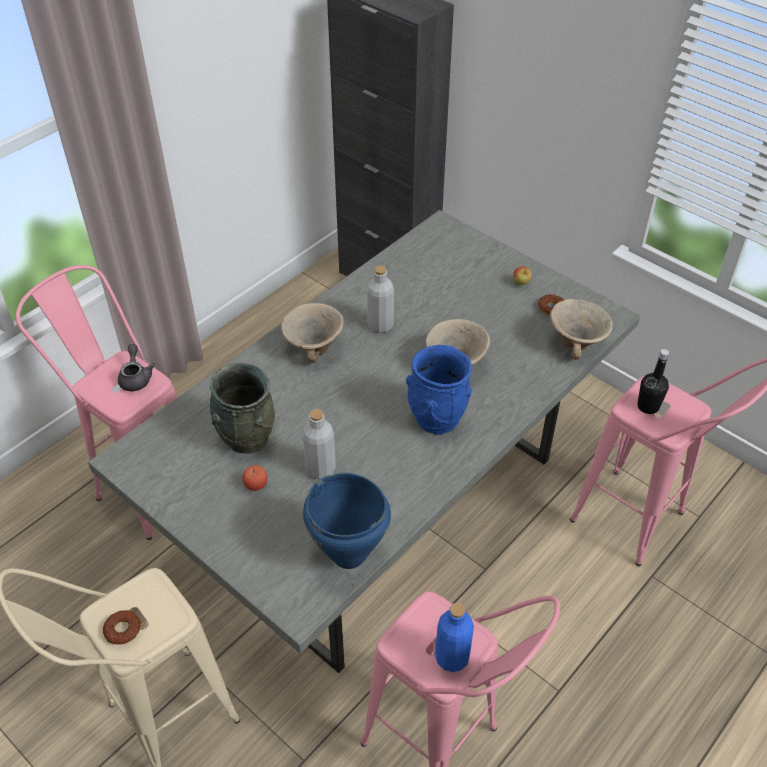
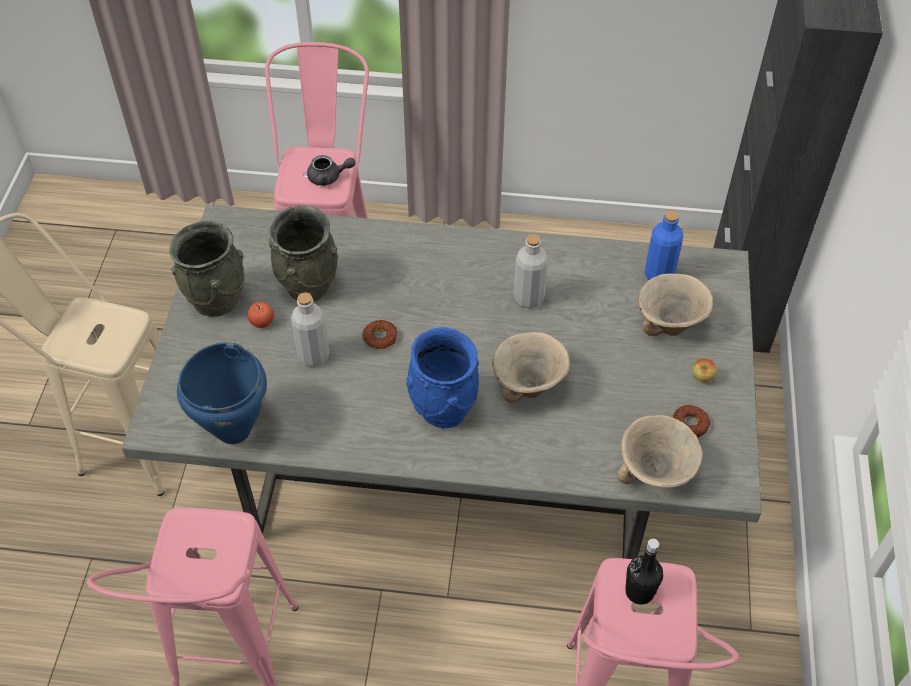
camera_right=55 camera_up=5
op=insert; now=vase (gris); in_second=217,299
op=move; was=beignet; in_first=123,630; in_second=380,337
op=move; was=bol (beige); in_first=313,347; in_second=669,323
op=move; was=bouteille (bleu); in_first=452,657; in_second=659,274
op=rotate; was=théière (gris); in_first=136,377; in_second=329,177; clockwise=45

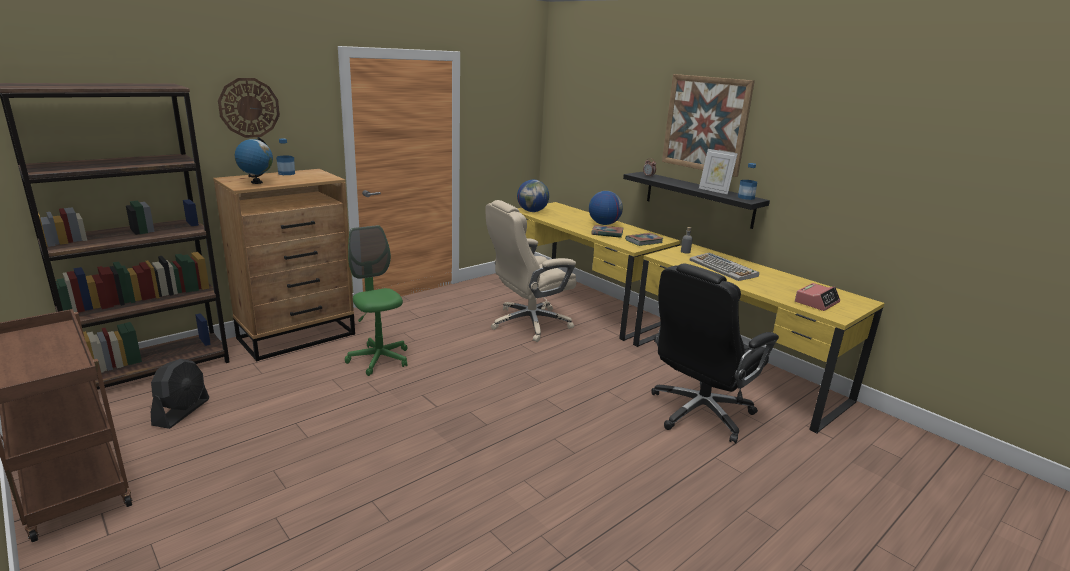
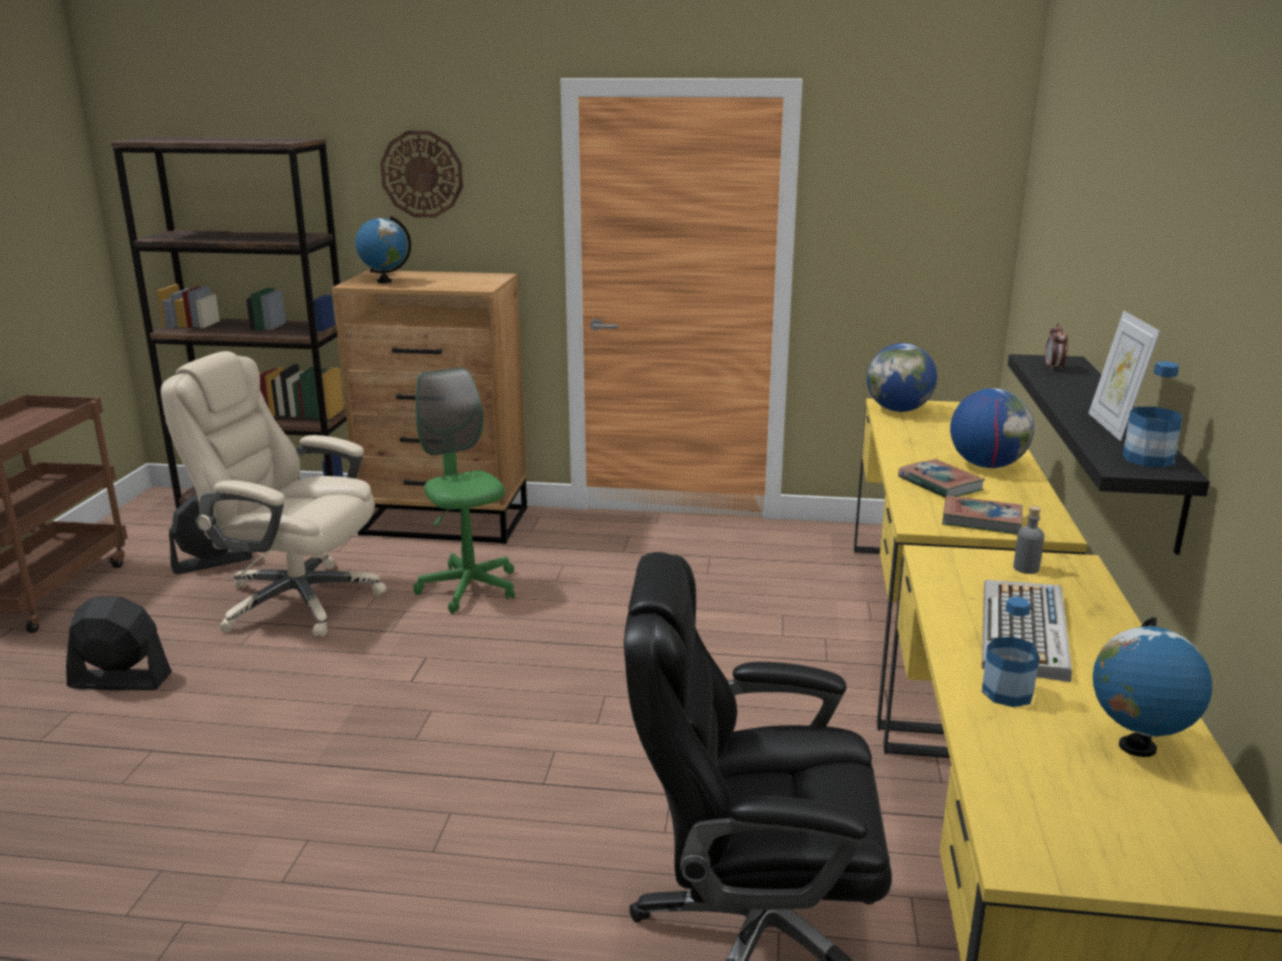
camera_right=50 camera_up=0
op=delete; was=tableau; in_first=705,124
op=delete; was=réveil; in_first=816,302
op=insert; now=ventilateur (noir); in_second=120,680
op=insert; now=globe; in_second=1136,747
op=move; was=bouteille; in_first=286,173; in_second=1007,693
op=move; was=chaise de bureau (beige); in_first=528,323; in_second=295,600
op=rotate; was=chaise de bureau (vert); in_first=379,359; in_second=469,588; clockwise=-45

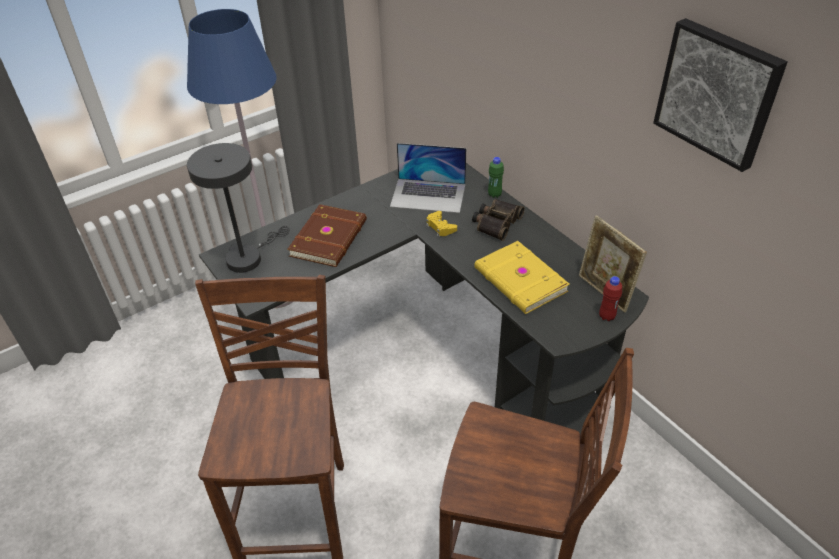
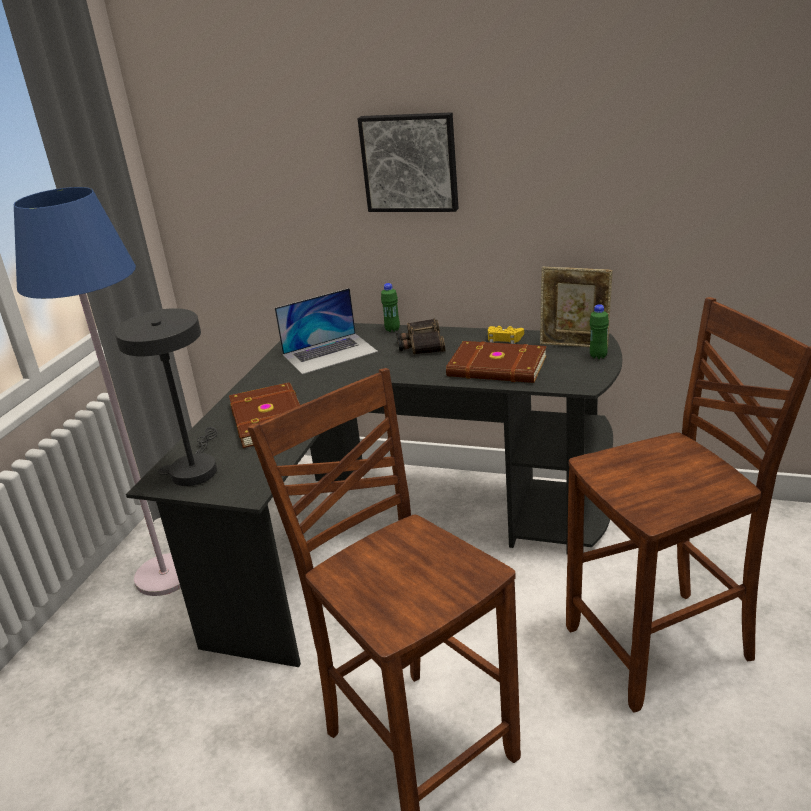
camera_right=-35 camera_up=-15
op=move; was=manette (jaune); in_first=440,227; in_second=504,338
op=move; was=tableau; in_first=718,93; in_second=410,162
op=recolor; was=livre (jaune); now=livre (marron); in_first=519,281; in_second=497,367
op=recolor; was=bouteille (rouge); now=bouteille (vert); in_first=606,316; in_second=598,356

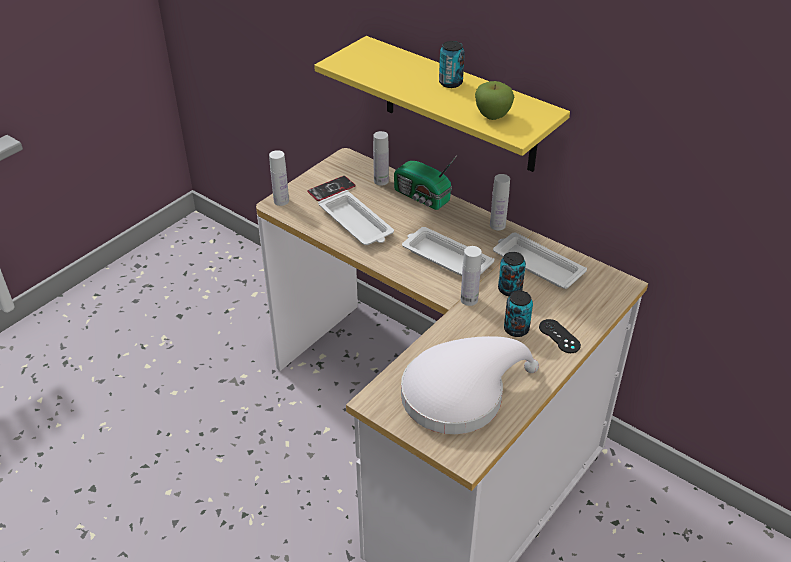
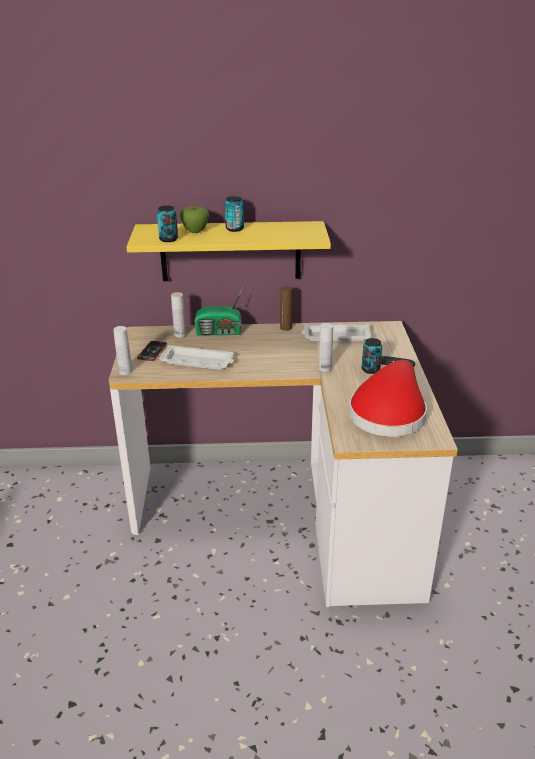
camera_right=-40 camera_up=-10
op=delete; was=plateau (blanc); in_first=445,258
op=move; was=pomme; in_first=492,116; in_second=195,231
op=move; was=boîte métallique; in_first=510,289; in_second=168,239
op=recolor; was=chapeau (blanc); now=chapeau (rouge); in_first=460,394; in_second=388,413
op=recolor; was=bouteille (blanc); now=bouteille (marron); in_first=497,225; in_second=286,327

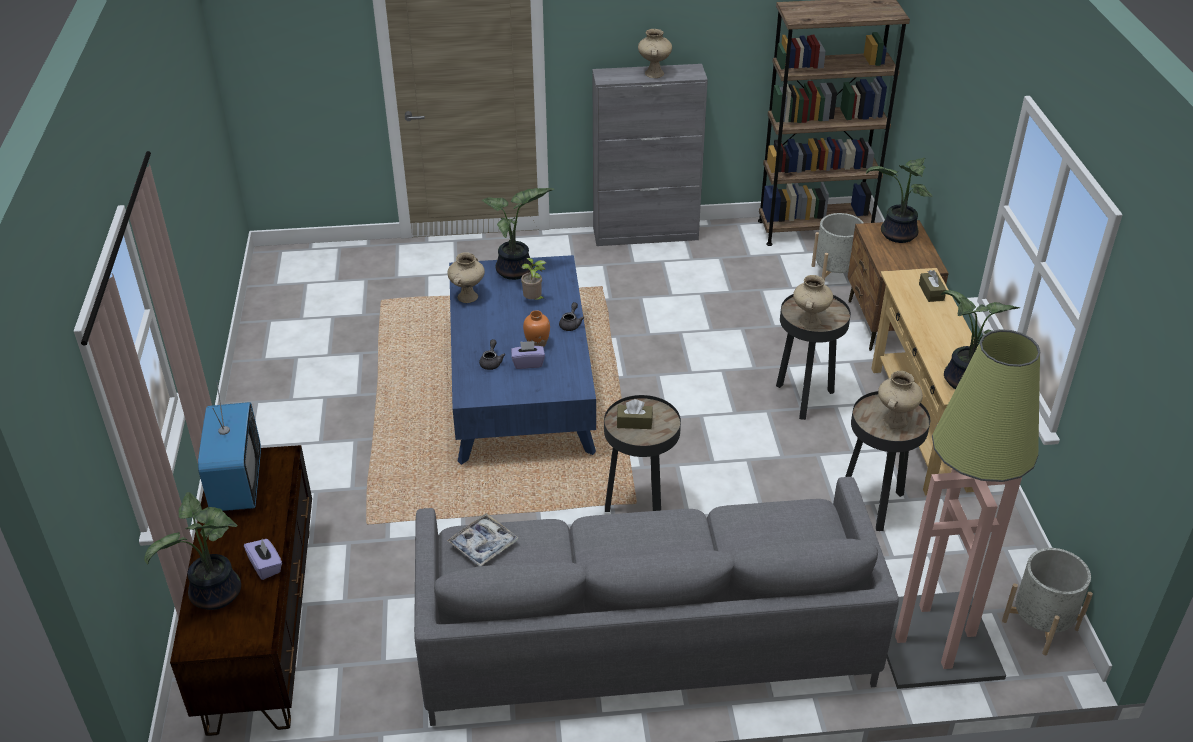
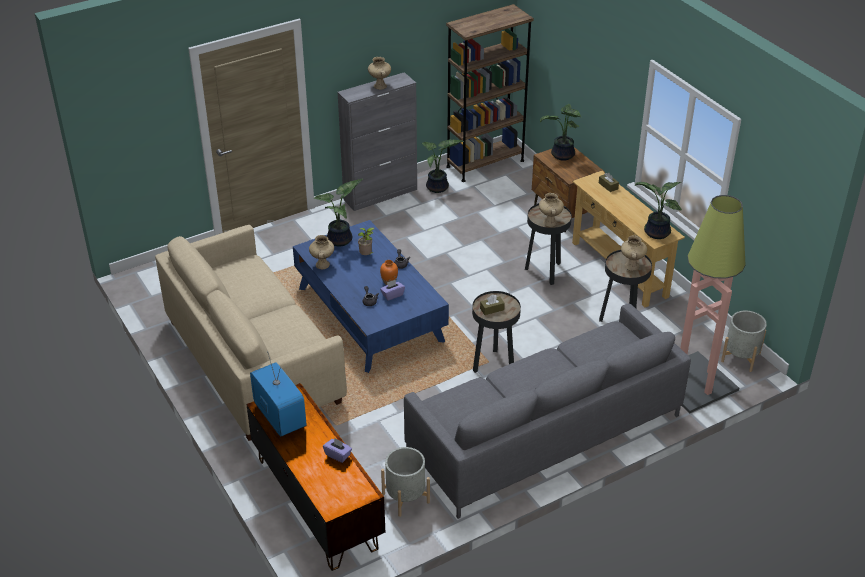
camera_right=-25 camera_up=0
op=delete; was=plateau; in_first=483,545
op=insert; now=canapé (beige); in_second=253,361
op=move; was=plante en pot; in_first=216,596; in_second=438,188
op=move; was=cache-pot (gris); in_first=835,275; in_second=405,498

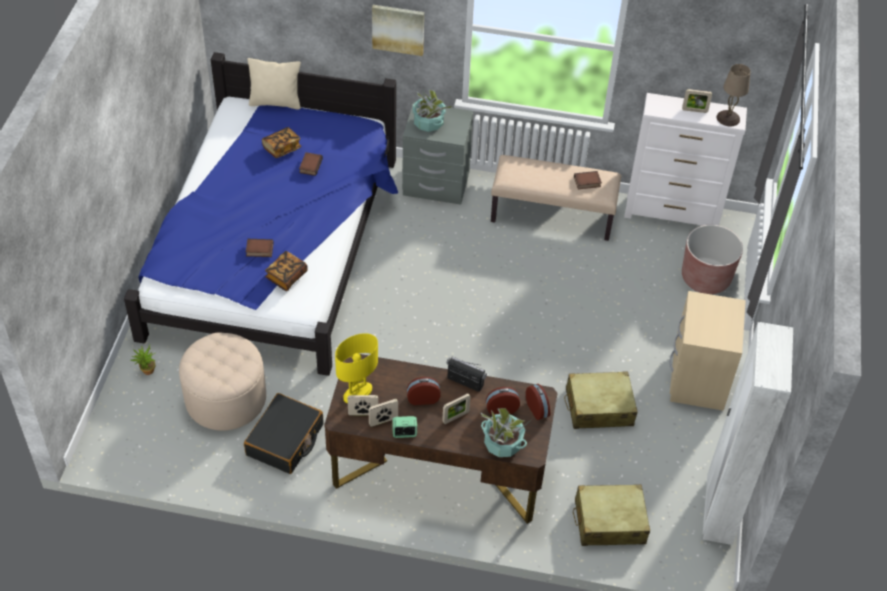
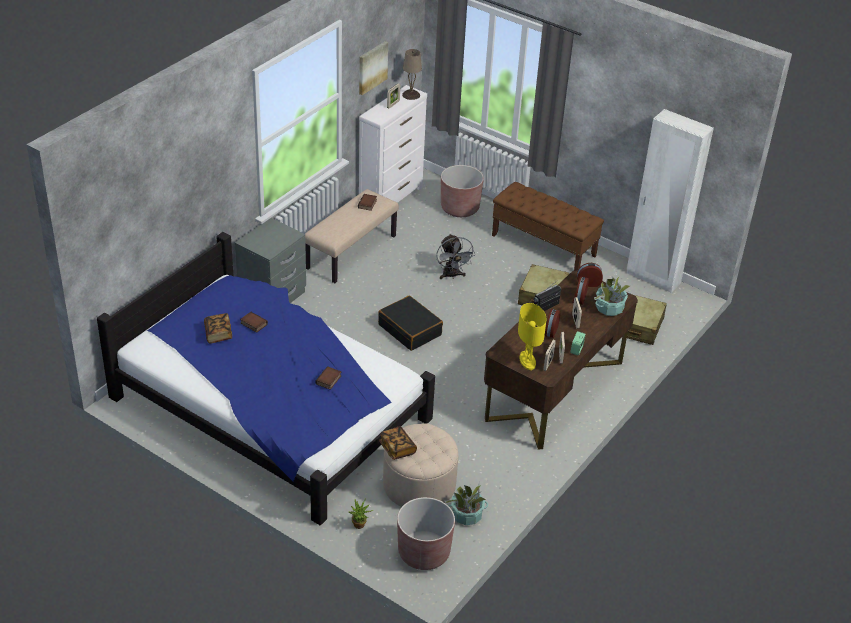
camera_right=-65 camera_up=-10
op=delete; was=coussin (beige); in_first=275,102
op=insert; now=cache-pot (marron); in_second=424,552
op=insert; now=ventilateur (gris); in_second=452,275
op=move; was=valise (noir); in_first=285,440; in_second=410,330
op=move; was=livre; in_first=286,277; in_second=397,449
op=move; was=tableau; in_first=398,29; in_second=372,67
op=move; was=plante en pot; in_first=428,123; in_second=467,515
op=replace; was=table de chevet (beige); now=banc (marron); in_first=697,379; in_second=544,246

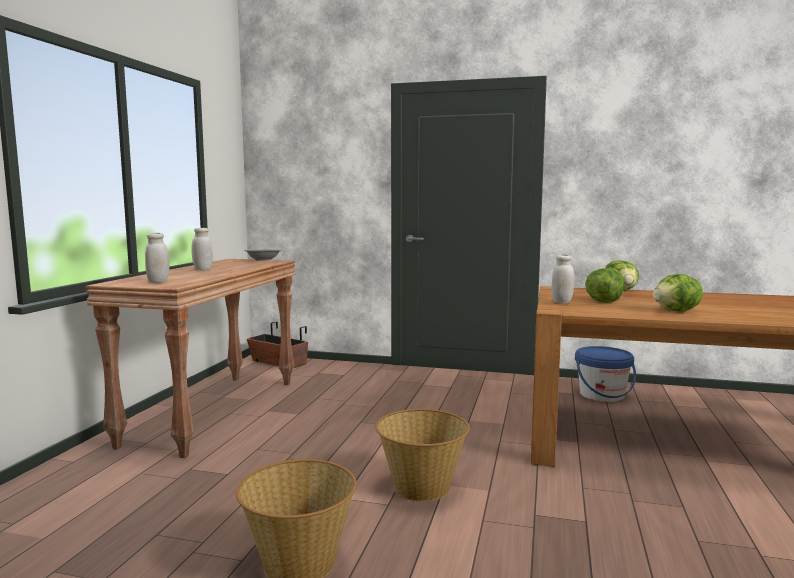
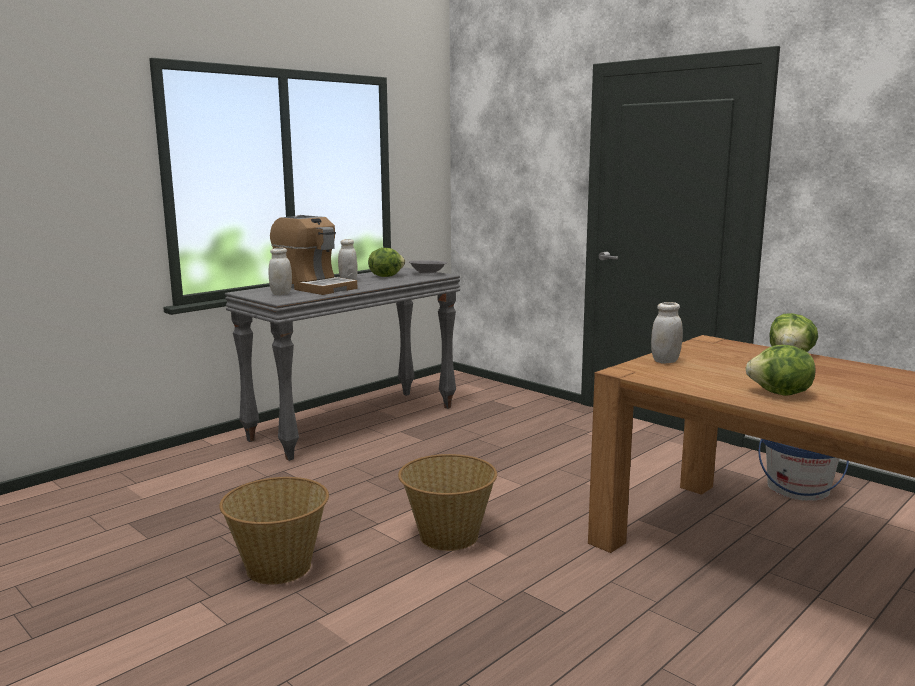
camera_right=30 camera_up=5
op=delete; was=cache-pot; in_first=278,362
op=insert; now=machine à café; in_second=314,287
op=move; was=laitue; in_first=604,302; in_second=385,276
op=recolor; was=table console (marron); now=table console (gris); in_first=213,411; in_second=354,422

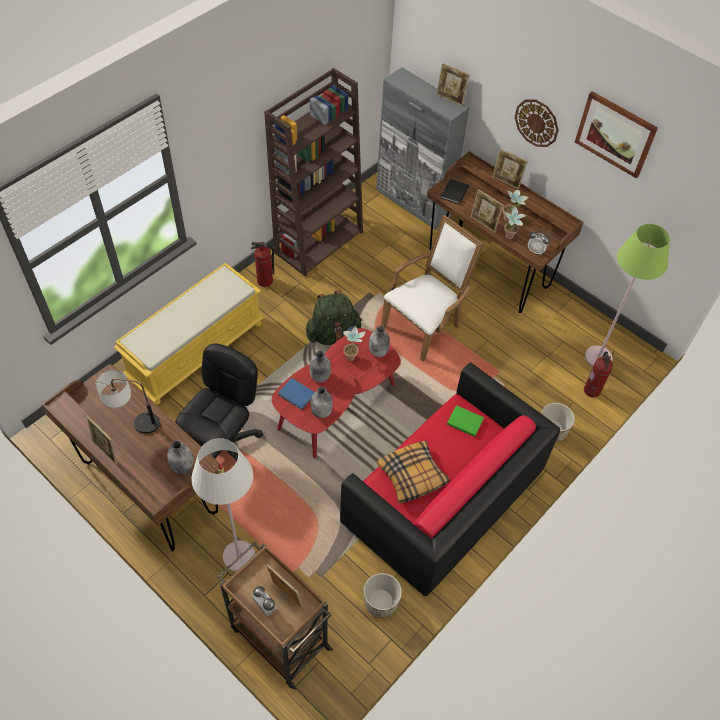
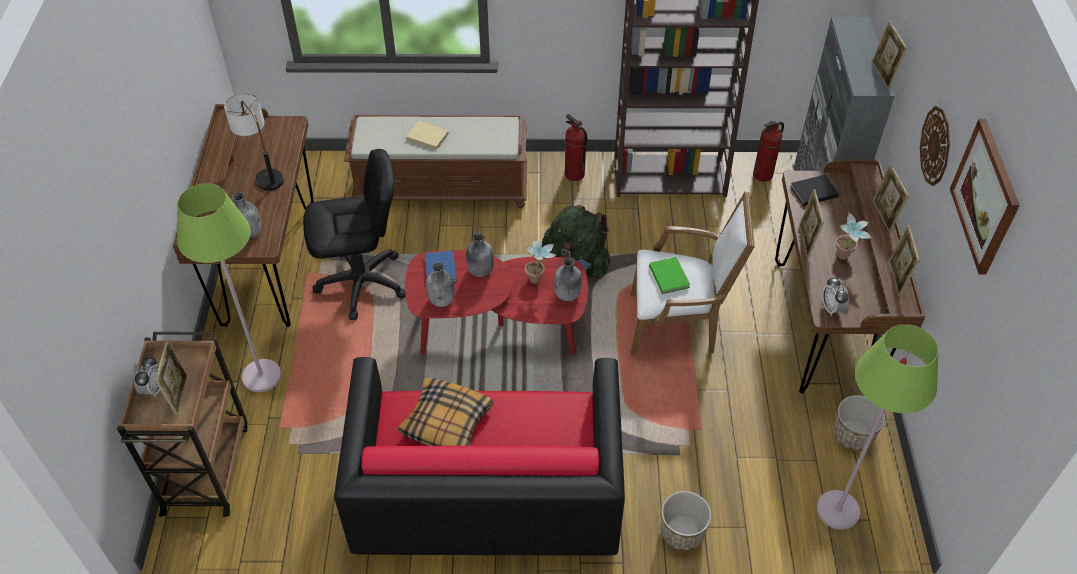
camera_right=50 camera_up=-5
op=delete; was=plante en pot; in_first=509,238
op=insert; now=livre (beige); in_second=427,136
op=move; was=cadre photo; in_first=106,451; in_second=896,279
op=move; was=cache-pot; in_first=381,602; in_second=852,435
op=move; was=livre (vert); in_first=464,421; in_second=669,275
op=move; was=extincteur; in_first=592,390; in_second=763,175
op=recolor; was=banc (jaune); now=banc (marron); in_first=196,350; in_second=442,187
op=recolor; was=lampadaire (blanc); now=lampadaire (vert); in_first=238,556; in_second=261,376

